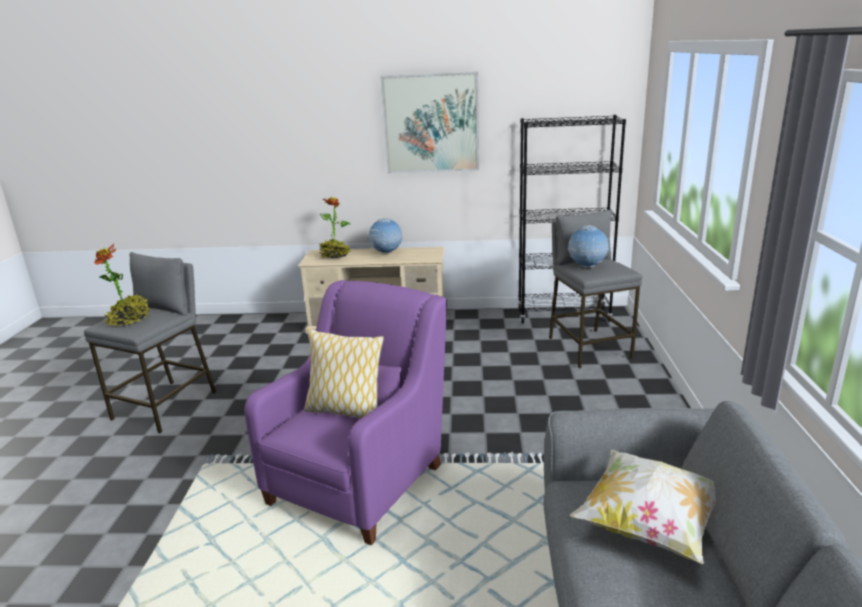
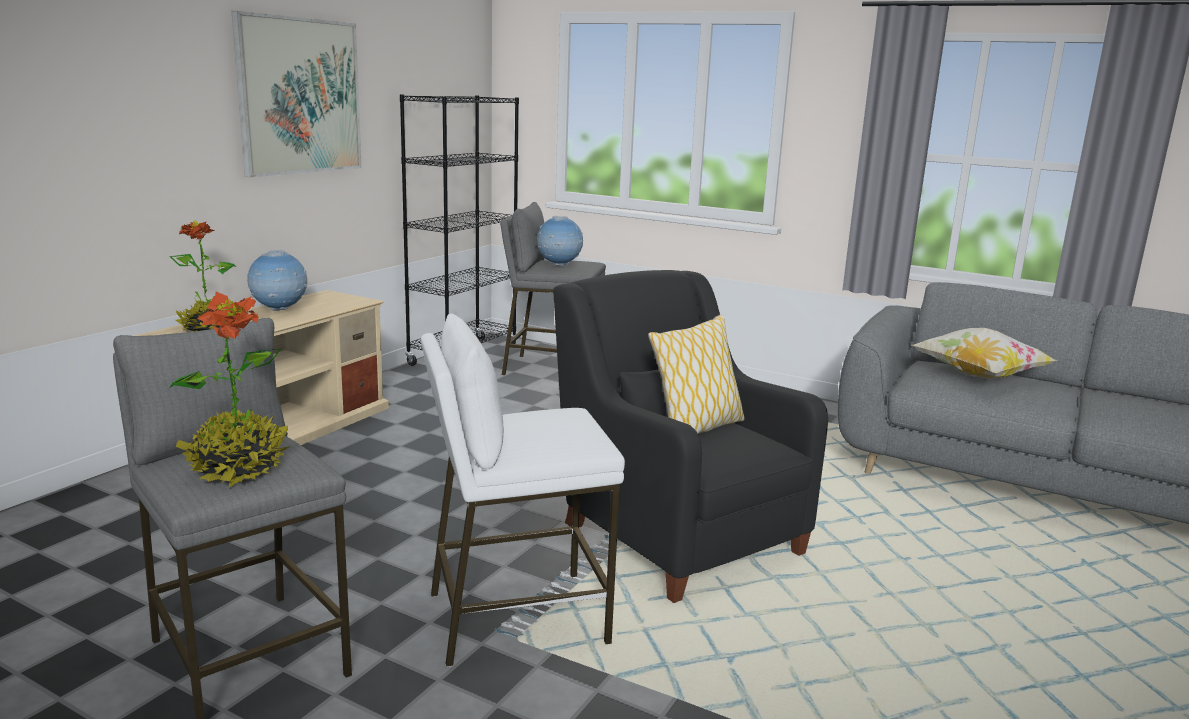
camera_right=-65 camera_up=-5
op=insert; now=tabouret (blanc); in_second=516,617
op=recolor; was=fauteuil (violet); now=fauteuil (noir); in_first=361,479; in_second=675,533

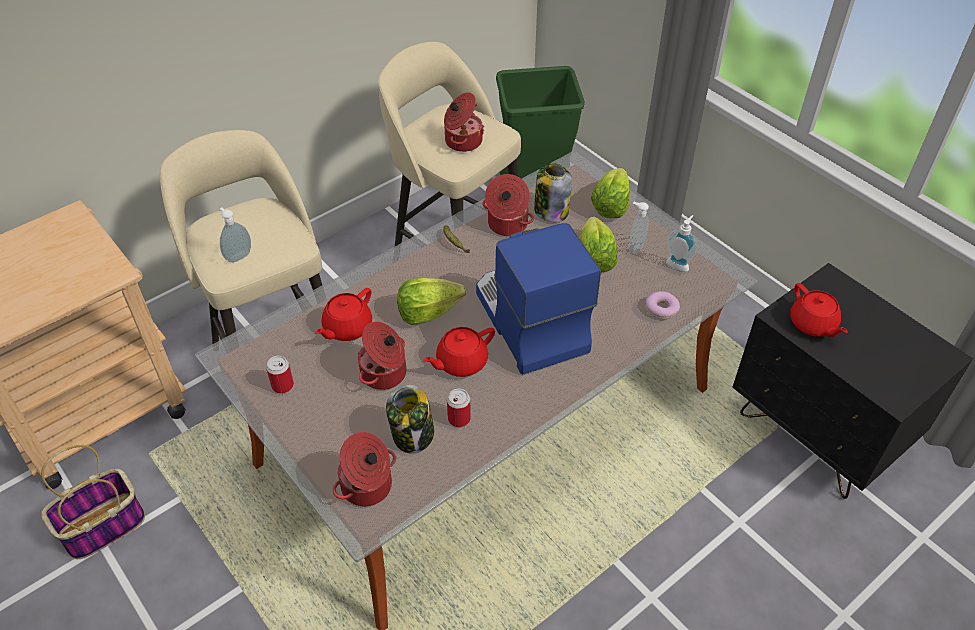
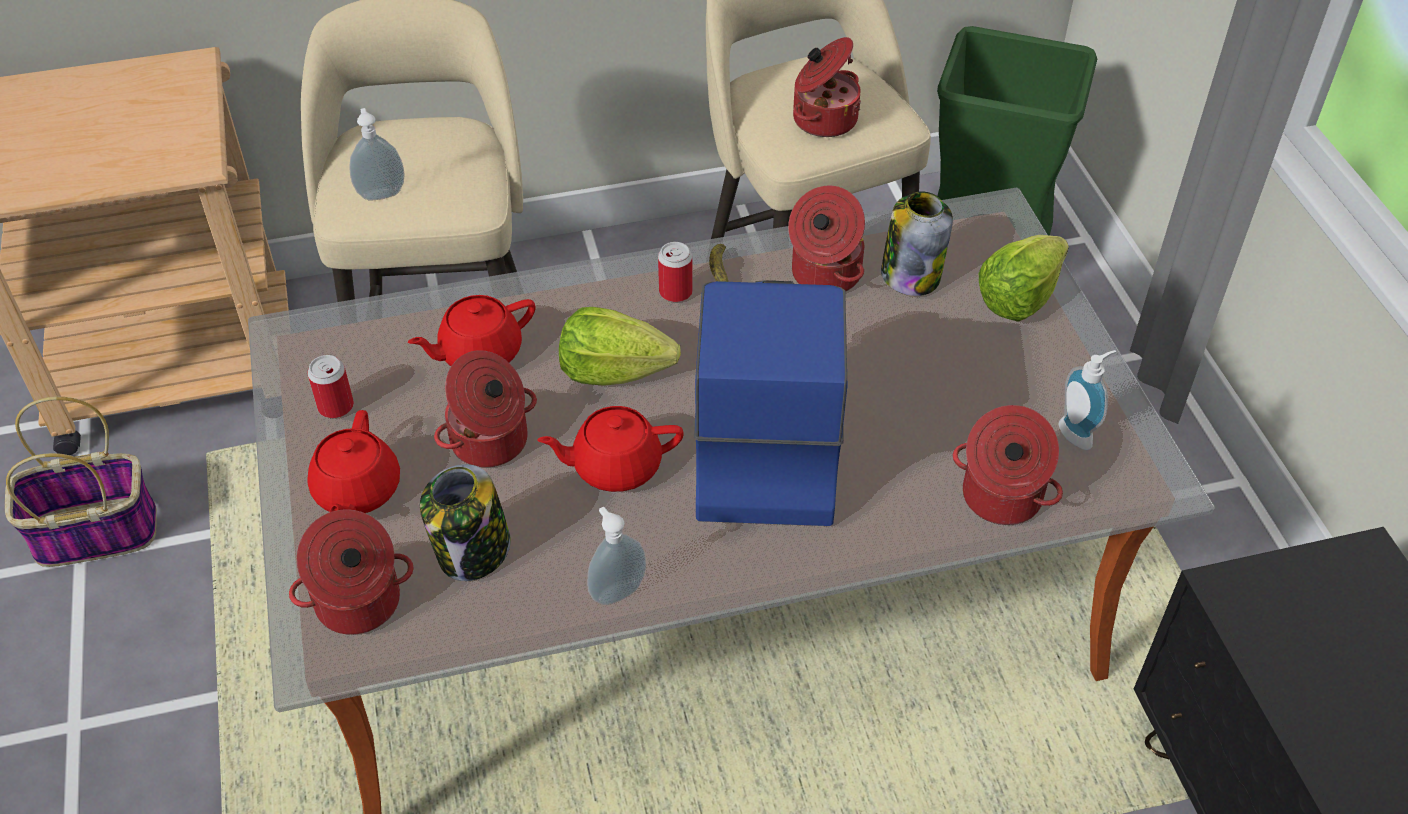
camera_right=25 camera_up=0
op=delete; was=laitue; in_first=594,258
op=move; was=boîte métallique; in_first=459,418; in_second=675,292
op=move; was=distributeur de savon; in_first=634,247; in_second=616,590
op=move; was=théière (rouge); in_first=813,324; in_second=356,491
op=replace; was=beignet; now=marmite; in_first=661,309; in_second=1000,498

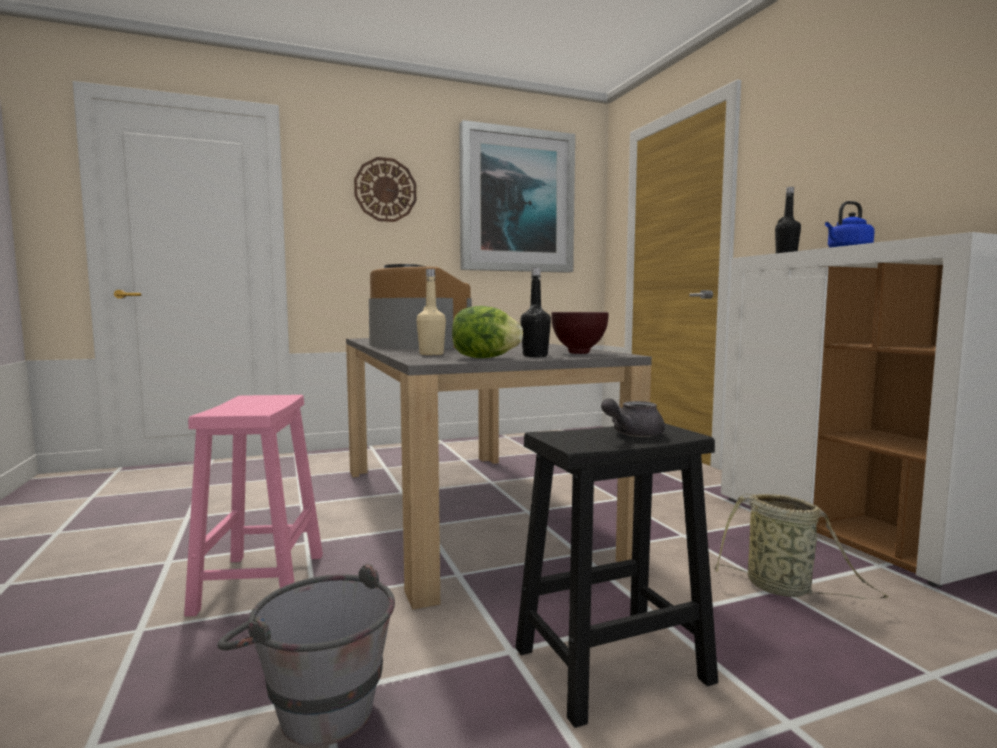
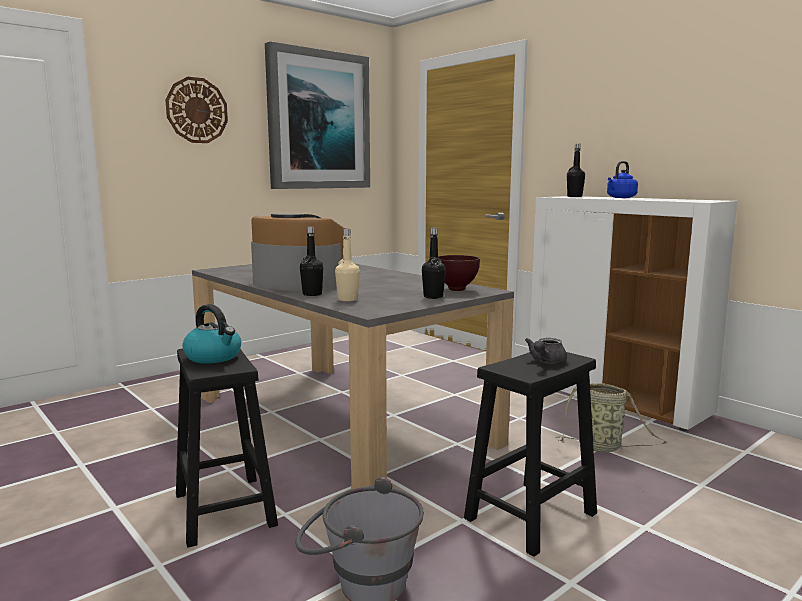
camera_right=-20 camera_up=5
op=delete; was=laitue; in_first=485,358
op=insert; now=bouilloire; in_second=214,357
op=insert; now=bouteille (noir); in_second=312,294
op=recolor; was=tabouret (rose); now=tabouret (noir); in_first=261,581; in_second=223,508

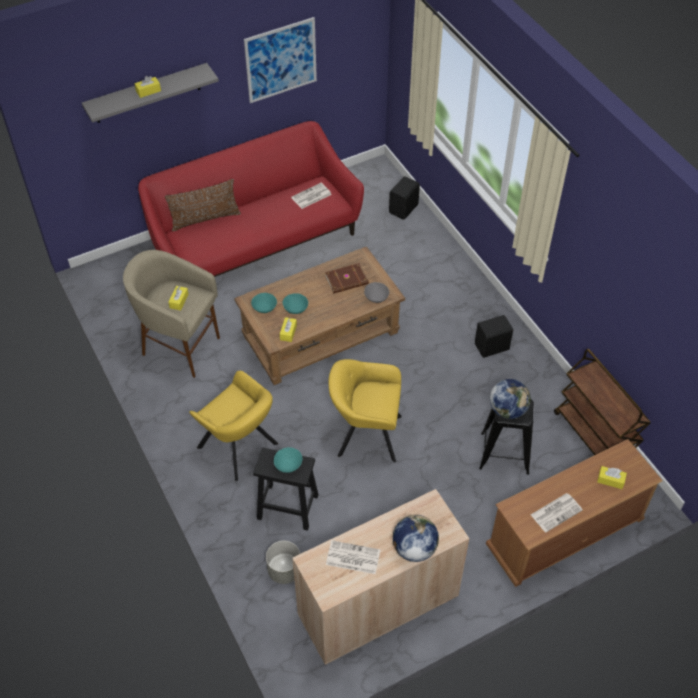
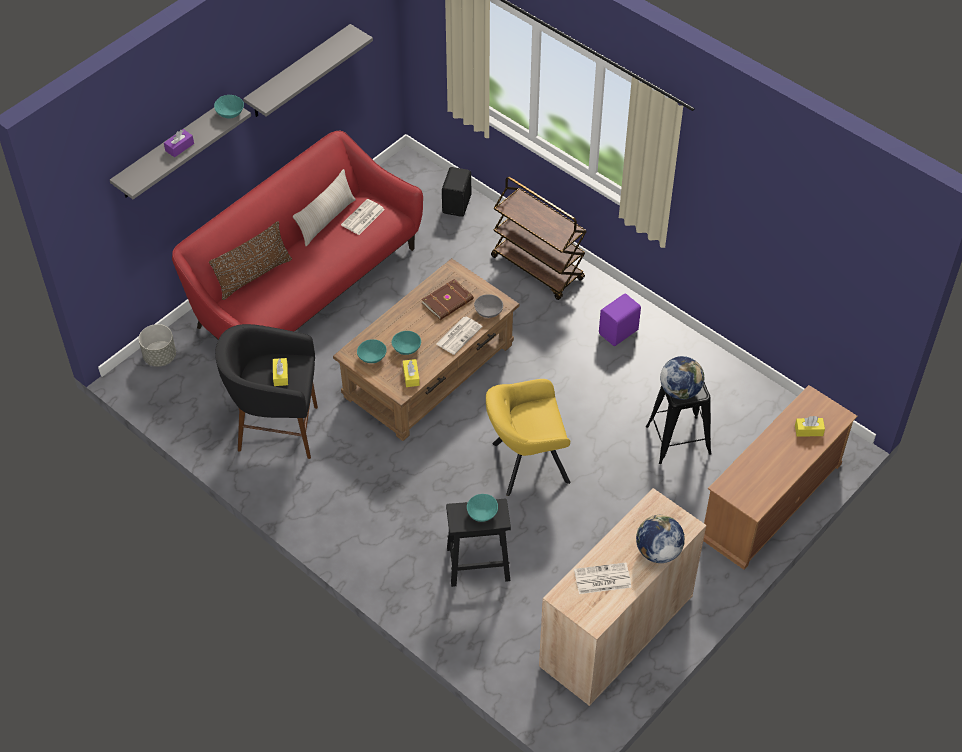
camera_right=-20 camera_up=0
op=delete; was=fauteuil (jaune); in_first=239,448
op=insert; now=bol (turquoise); in_second=230,113
op=insert; now=coussin (beige); in_second=326,220
op=move; was=cache-pot (gris); in_first=284,570; in_second=160,356
op=move; was=journal; in_first=556,512; in_second=459,335
op=move; was=chariot (marron); in_first=594,437; in_second=538,268
op=replace; was=tableau; now=étagère (gris); in_first=281,60; in_second=299,72
op=recolor; was=tabouret (beige); now=tabouret (noir); in_first=180,348; in_second=277,430
op=recolor; was=boîte à mouchoirs (jaune); now=boîte à mouchoirs (violet); in_first=148,91; in_second=179,147
op=recolor; was=enceinte (noir); now=enceinte (violet); in_first=492,347; in_second=619,332

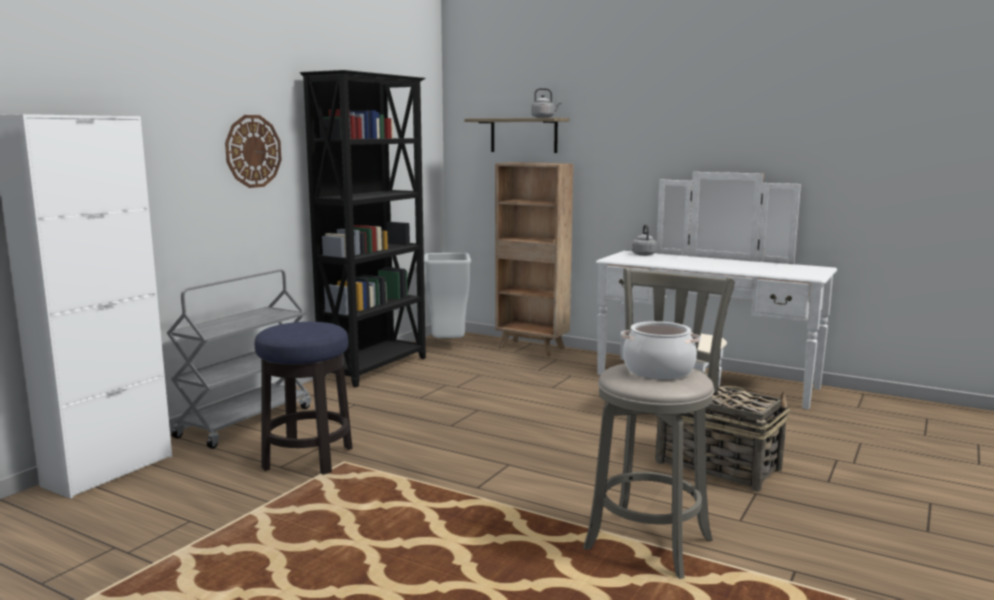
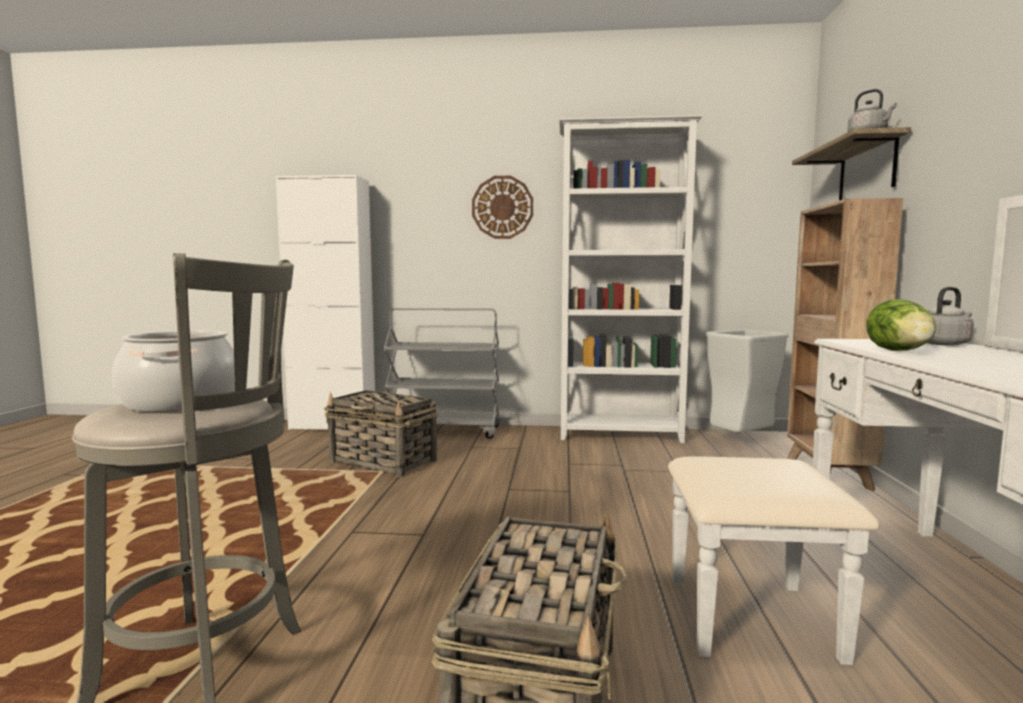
camera_right=65 camera_up=-5
op=insert; now=laitue; in_second=901,351
op=replace; was=tabouret; now=panier; in_first=308,459; in_second=383,461
op=recolor; was=bibliothèque (noir); now=bibliothèque (blanc); in_first=376,368; in_second=621,435

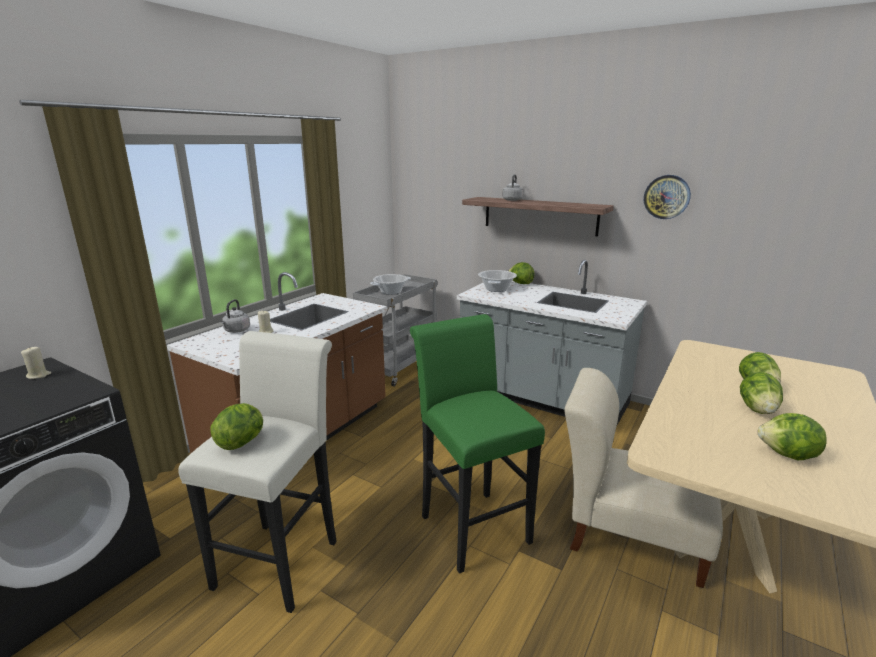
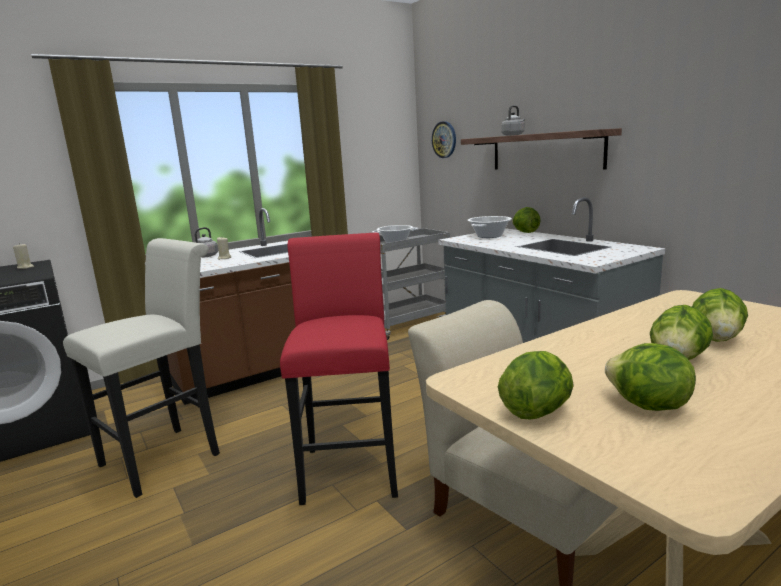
camera_right=25 camera_up=-5
op=move; was=laitue; in_first=242,442; in_second=537,411
op=move; was=horloge murale; in_first=666,197; in_second=444,139
op=recolor; was=tabouret (vert); now=tabouret (rouge); in_first=470,524; in_second=350,466

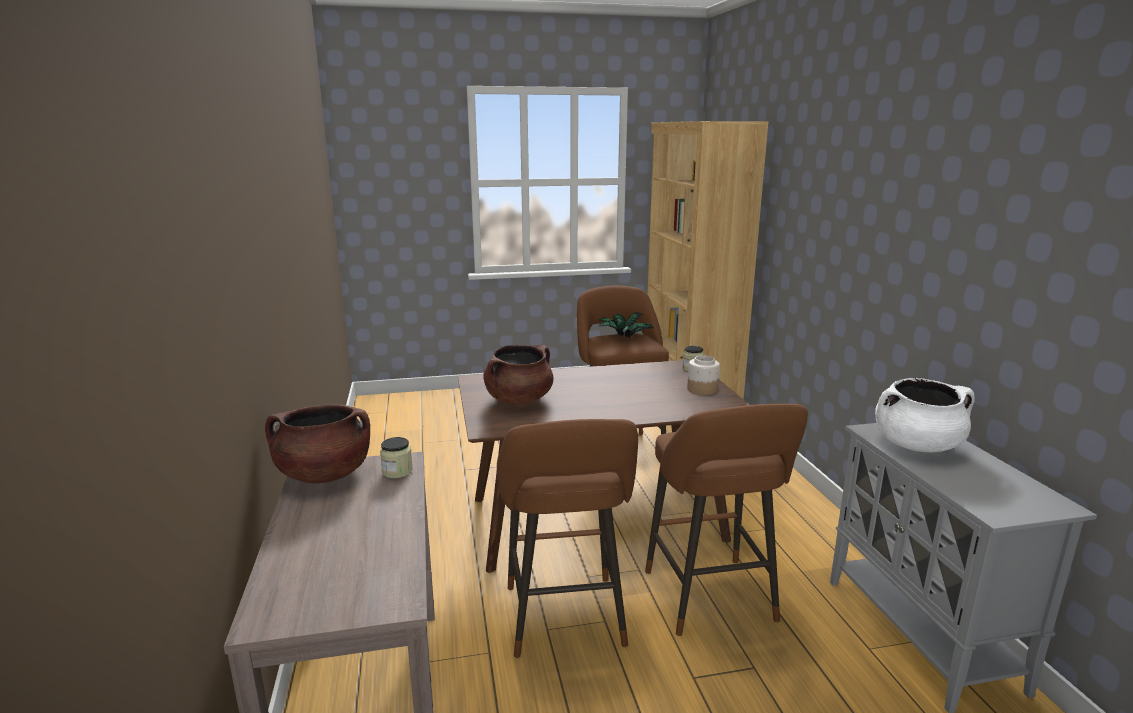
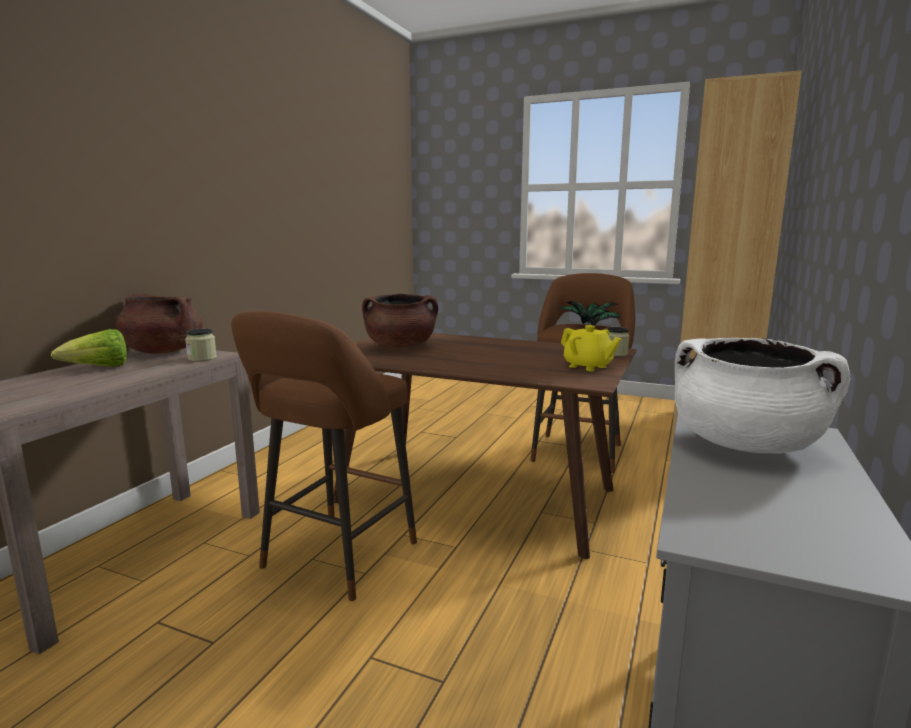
camera_right=35 camera_up=-5
op=delete; was=tabouret (marron); in_first=712,600
op=insert; now=laitue; in_second=99,368
op=replace; was=bocal; now=théière (jaune); in_first=702,389; in_second=588,366

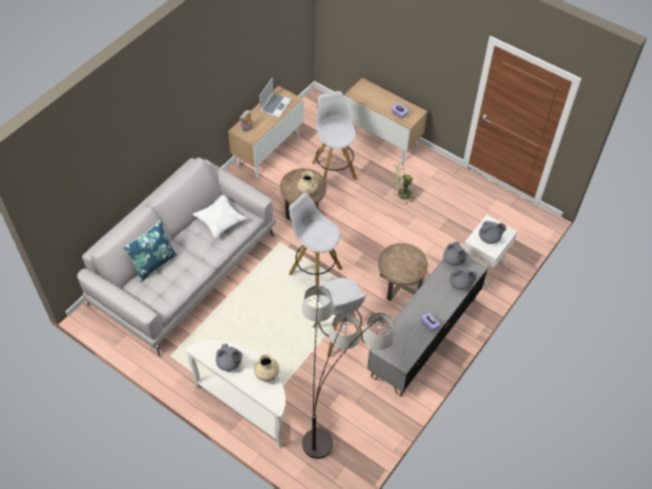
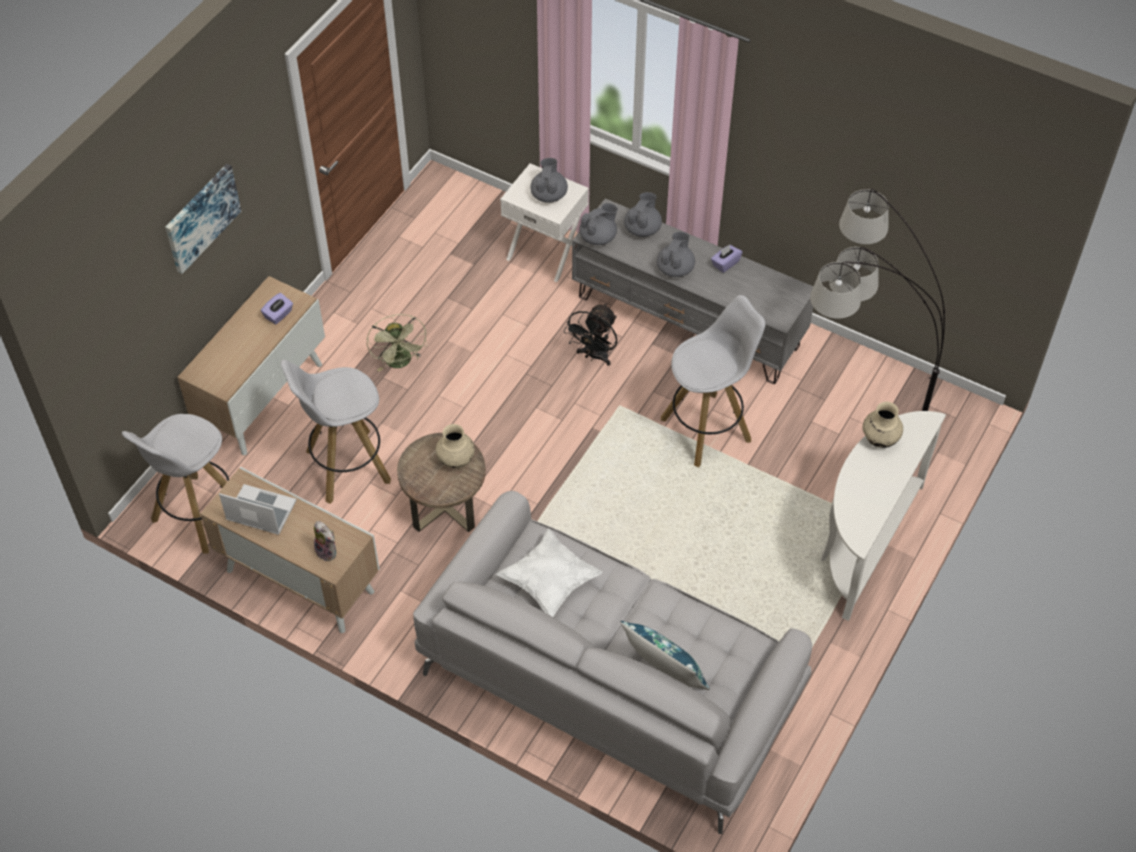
camera_right=-95 camera_up=0
op=insert; now=tableau; in_second=201,217
op=move; was=théière (gris); in_first=229,363; in_second=675,268
op=move; was=tabouret (blanc); in_first=314,270; in_second=199,515
op=replace; was=table d'appoint (marron); now=ventilateur (noir); in_first=399,284; in_second=594,356

